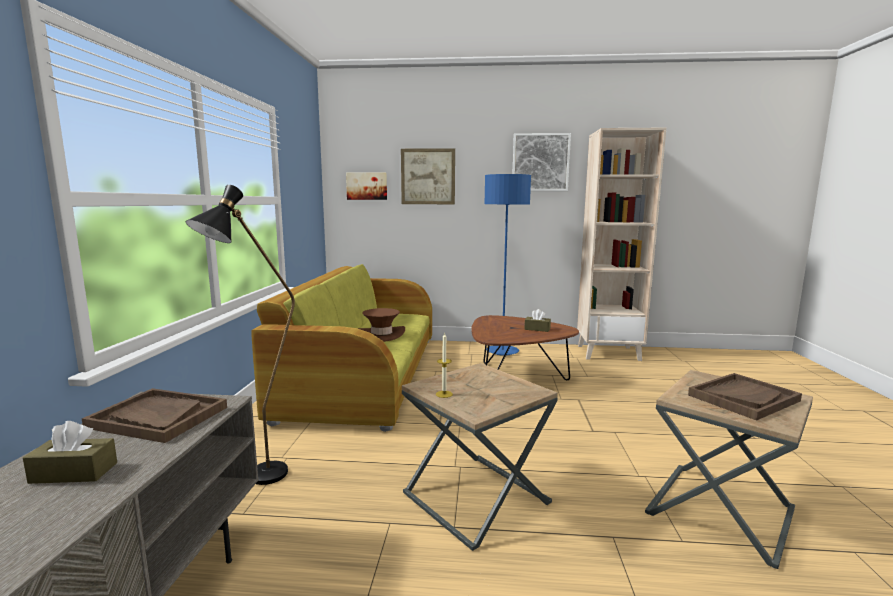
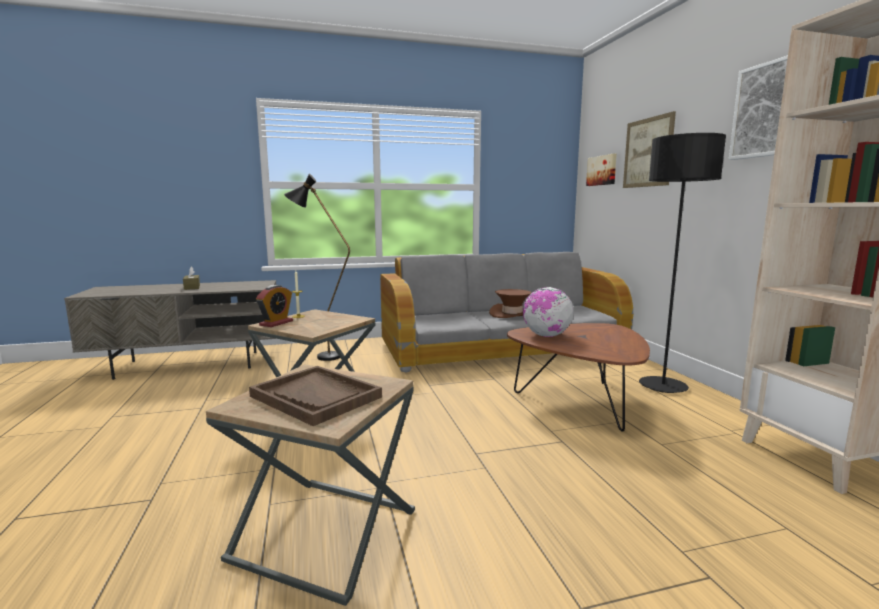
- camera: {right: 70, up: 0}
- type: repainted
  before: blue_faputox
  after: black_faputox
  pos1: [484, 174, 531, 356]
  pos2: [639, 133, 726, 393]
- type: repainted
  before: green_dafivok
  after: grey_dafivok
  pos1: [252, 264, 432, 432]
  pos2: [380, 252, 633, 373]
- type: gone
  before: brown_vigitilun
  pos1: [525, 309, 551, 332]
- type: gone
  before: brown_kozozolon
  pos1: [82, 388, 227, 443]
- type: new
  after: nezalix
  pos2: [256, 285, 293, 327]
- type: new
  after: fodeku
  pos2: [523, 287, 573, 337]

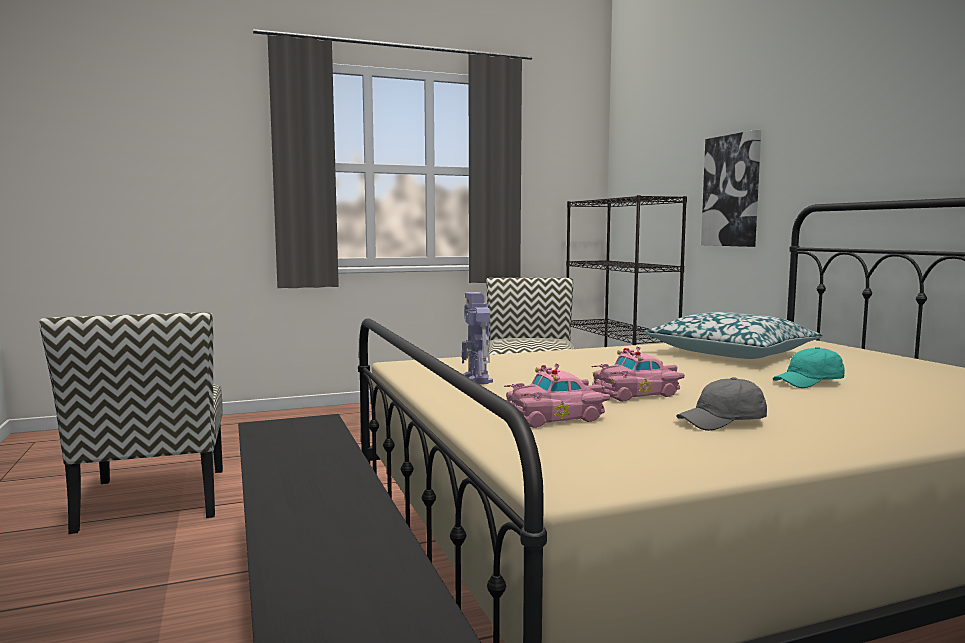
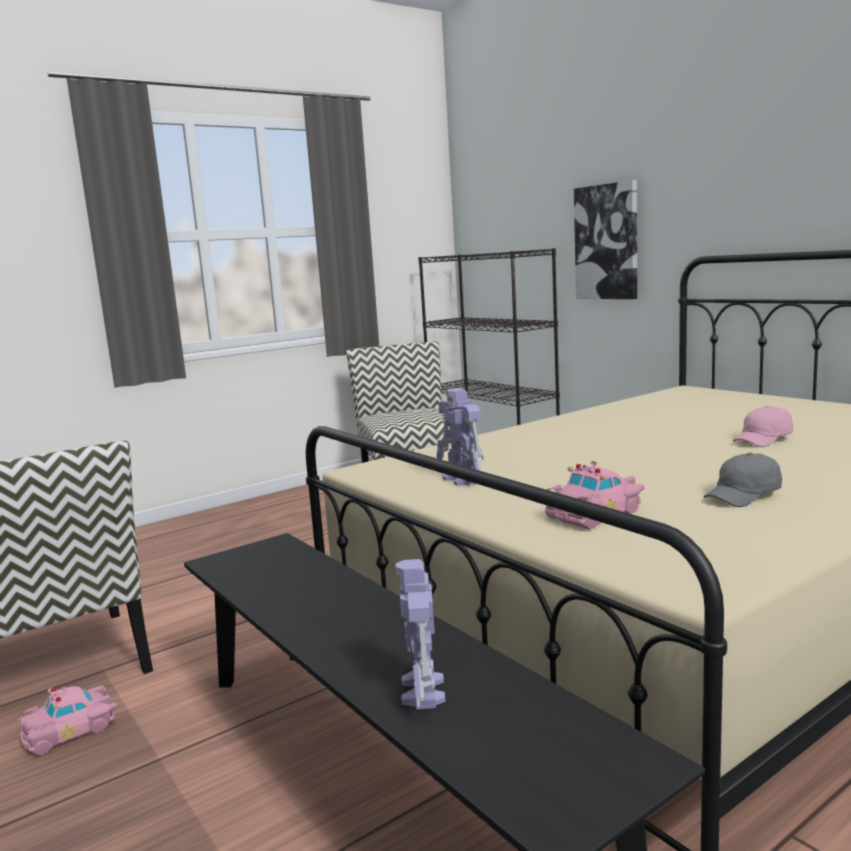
- camera: {right: -15, up: 5}
- type: gone
  before: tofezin
  pos1: [644, 312, 823, 359]
- type: shifted
  before: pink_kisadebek
  pos1: [592, 347, 685, 402]
  pos2: [17, 685, 117, 755]
- type: repainted
  before: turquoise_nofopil
  after: pink_nofopil
  pos1: [773, 347, 845, 388]
  pos2: [733, 406, 793, 447]
- type: new
  after: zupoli
  pos2: [396, 559, 445, 709]

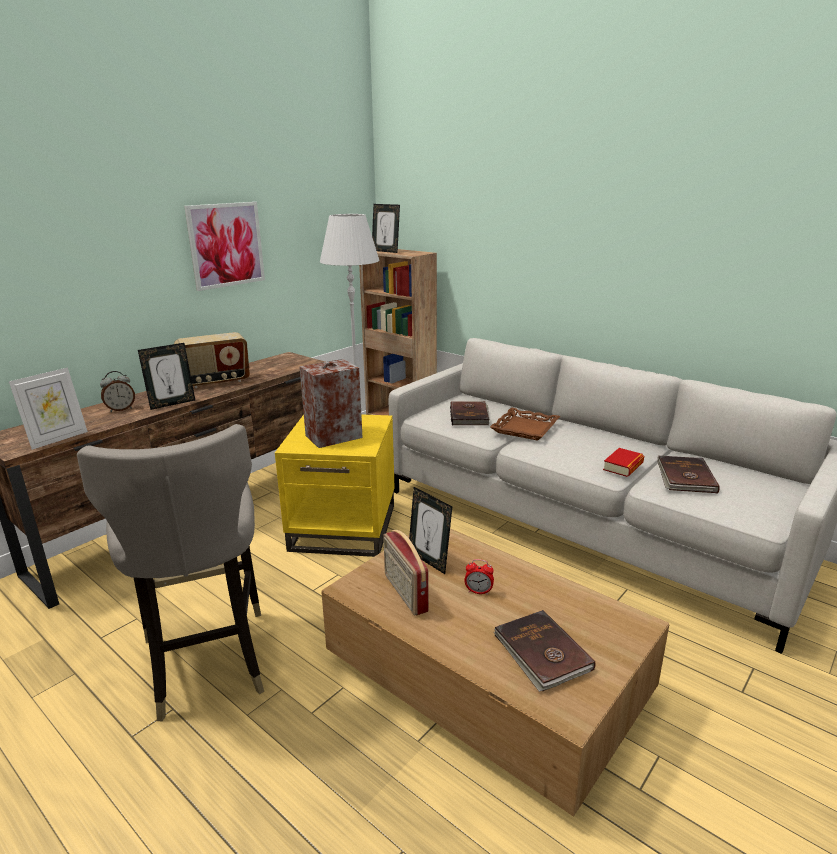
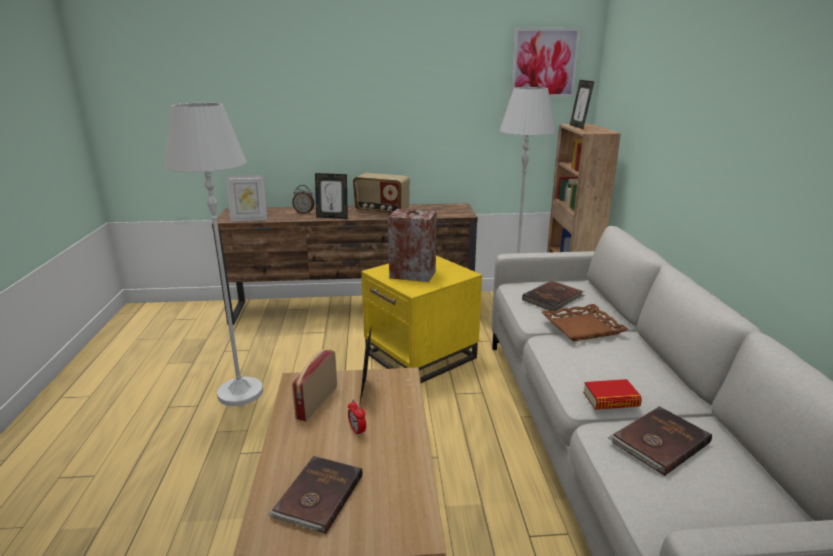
- camera: {right: 45, up: 0}
- type: shifted
  before: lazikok
  pos1: [184, 202, 265, 291]
  pos2: [510, 28, 581, 98]
- type: swapped
  before: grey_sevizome
  after: white_faputox
  pos1: [77, 424, 264, 721]
  pos2: [164, 102, 263, 406]

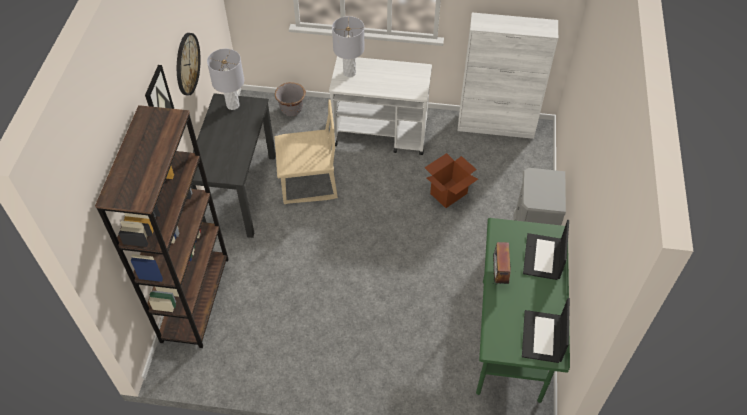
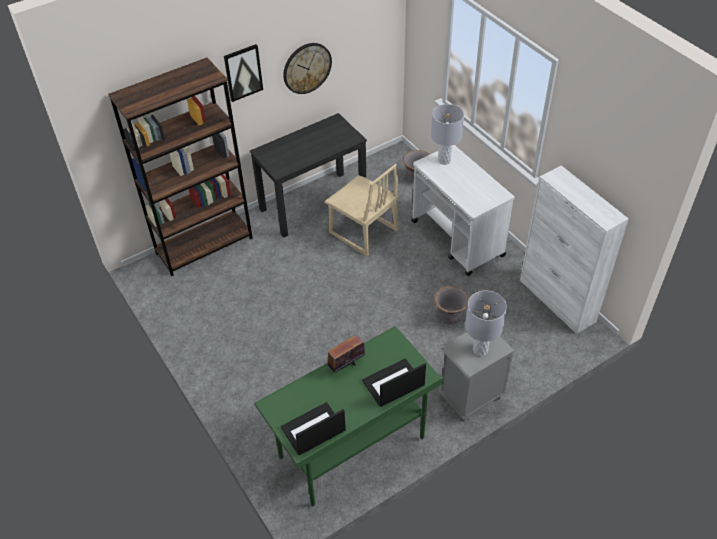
- camera: {right: 50, up: -5}
- type: shifted
  before: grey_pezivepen
  pos1: [207, 49, 244, 110]
  pos2: [465, 291, 507, 356]
- type: swapped
  before: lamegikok
  after: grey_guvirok
  pos1: [424, 153, 478, 208]
  pos2: [434, 286, 469, 325]

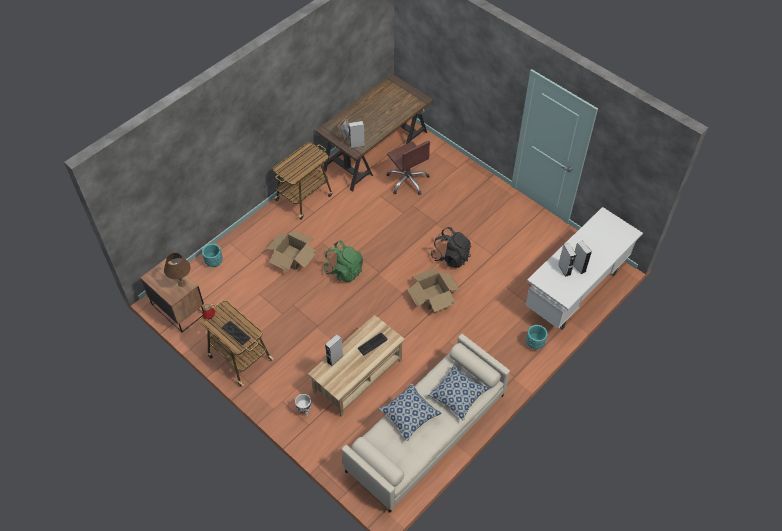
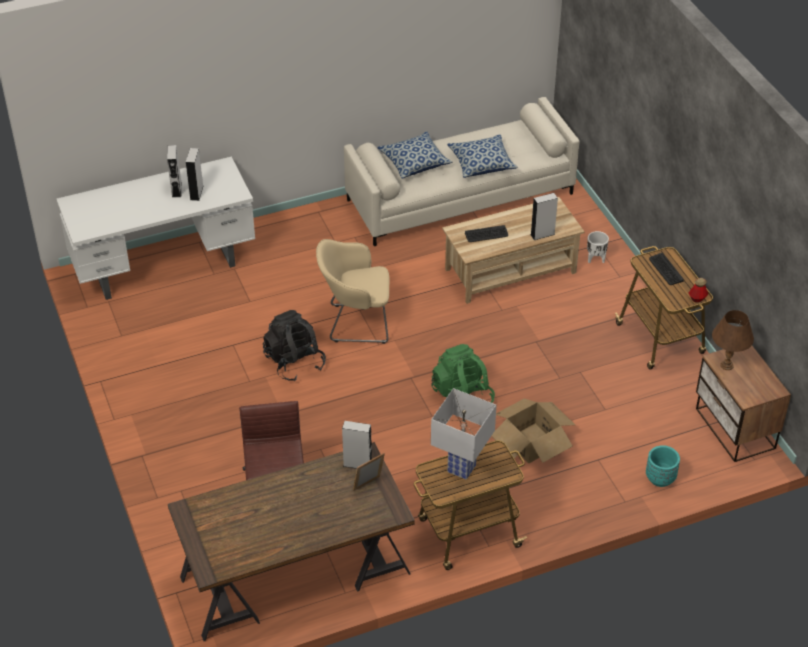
- camera: {right: -155, up: -10}
- type: swapped
  before: lamegikok
  after: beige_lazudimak
  pos1: [408, 269, 460, 312]
  pos2: [316, 239, 390, 344]
- type: gone
  before: turquoise_guvirok
  pos1: [526, 325, 548, 349]
- type: new
  after: white_pezivepen
  pos2: [431, 388, 497, 480]

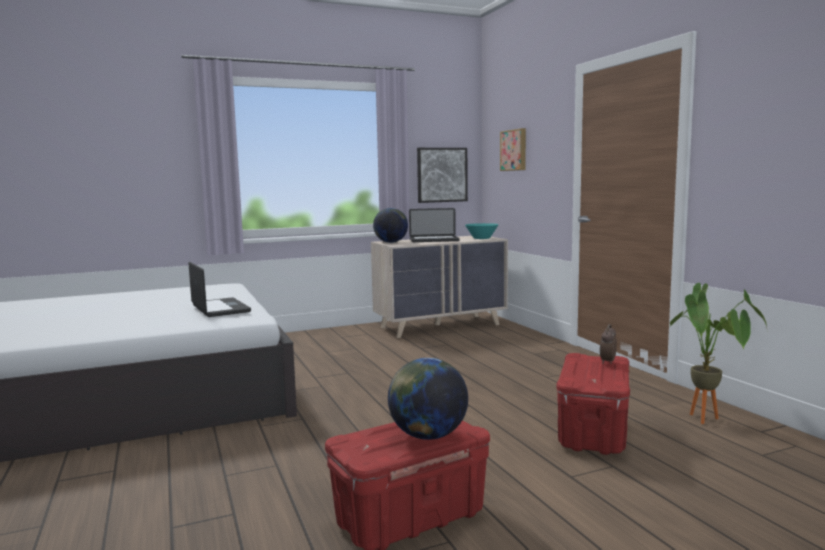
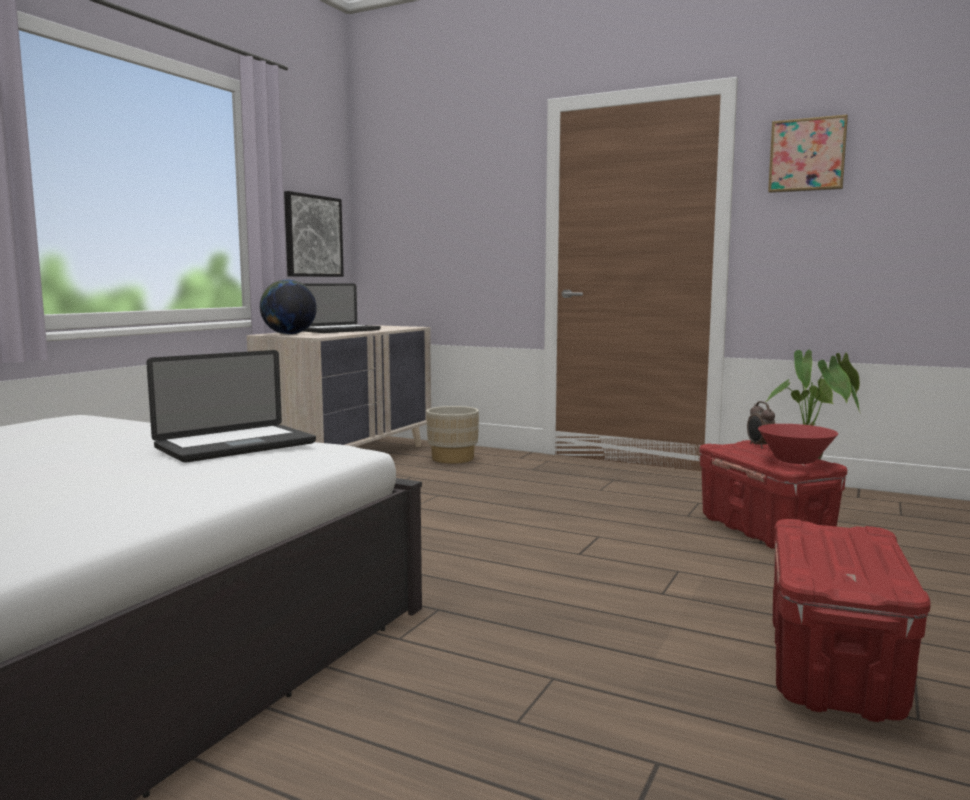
- camera: {right: -40, up: 0}
- type: shifted
  before: lazikok
  pos1: [500, 128, 526, 171]
  pos2: [768, 114, 848, 193]
- type: gone
  before: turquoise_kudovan
  pos1: [465, 223, 499, 239]
- type: rotated
  before: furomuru
  pos1: [189, 262, 251, 317]
  pos2: [146, 350, 316, 462]
  turn: 120
- type: gone
  before: fodeku
  pos1: [388, 358, 468, 440]
- type: new
  after: beige_guvirok
  pos2: [426, 406, 479, 464]
- type: new
  after: red_kudovan
  pos2: [758, 424, 838, 464]

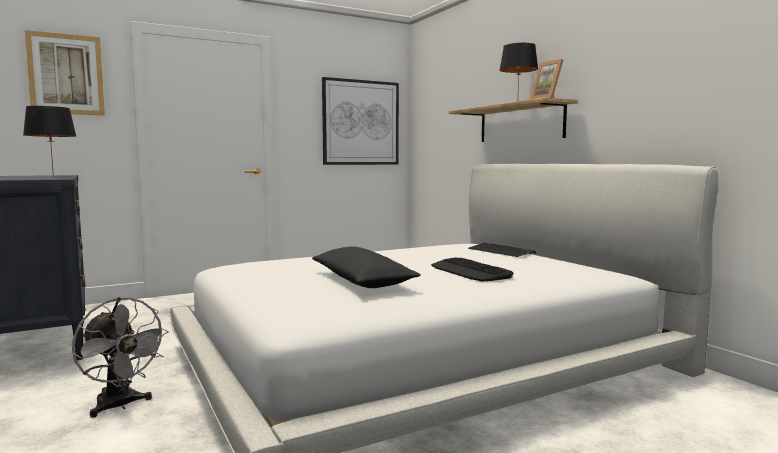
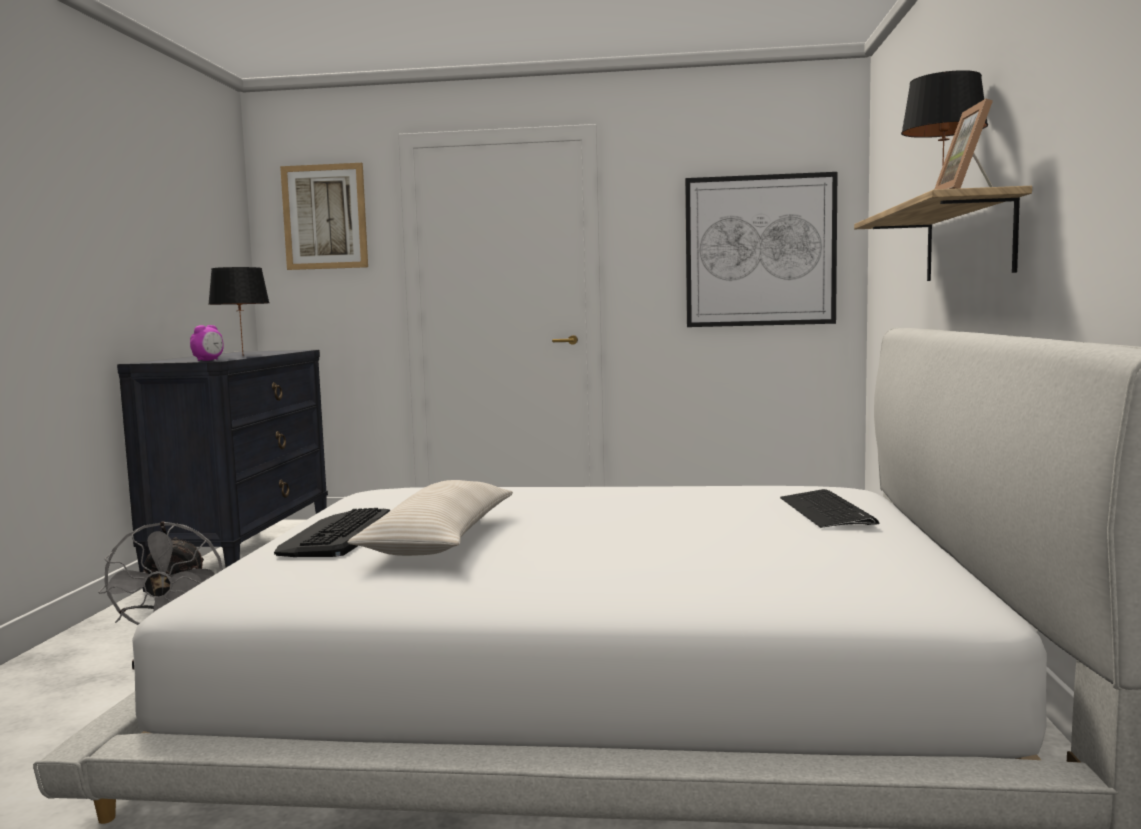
- camera: {right: 35, up: 0}
- type: repainted
  before: black_tofezin
  after: beige_tofezin
  pos1: [312, 246, 421, 288]
  pos2: [347, 480, 513, 556]
- type: shifted
  before: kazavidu
  pos1: [431, 257, 513, 281]
  pos2: [274, 508, 390, 557]
- type: new
  after: nezalix
  pos2: [190, 325, 224, 361]

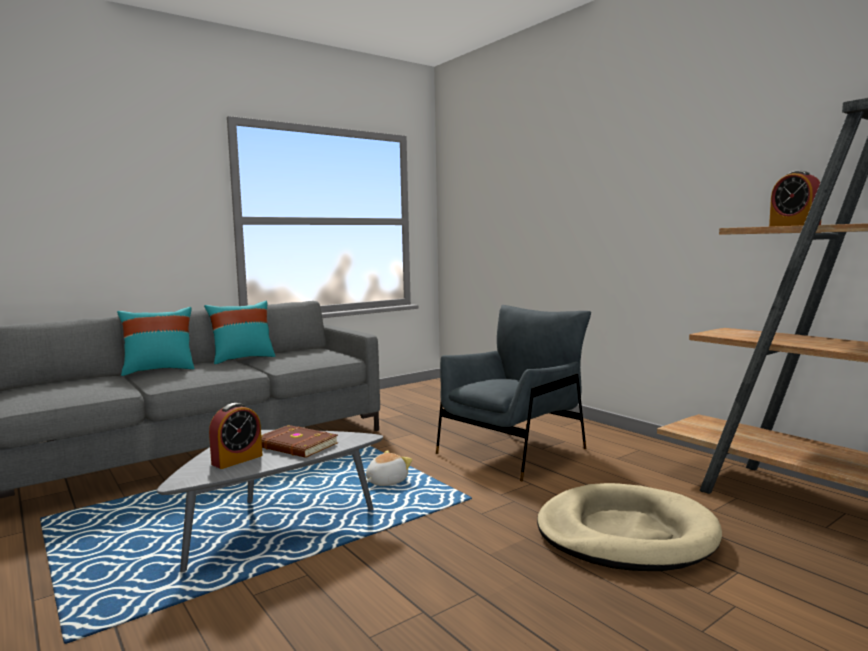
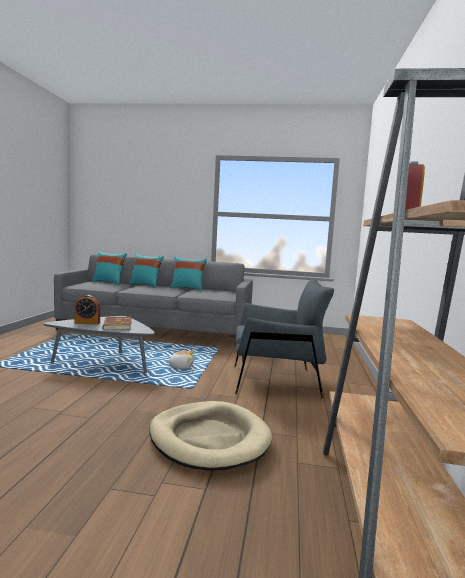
- camera: {right: 45, up: 0}
- type: new
  after: turquoise_tofezin
  pos2: [92, 251, 127, 284]

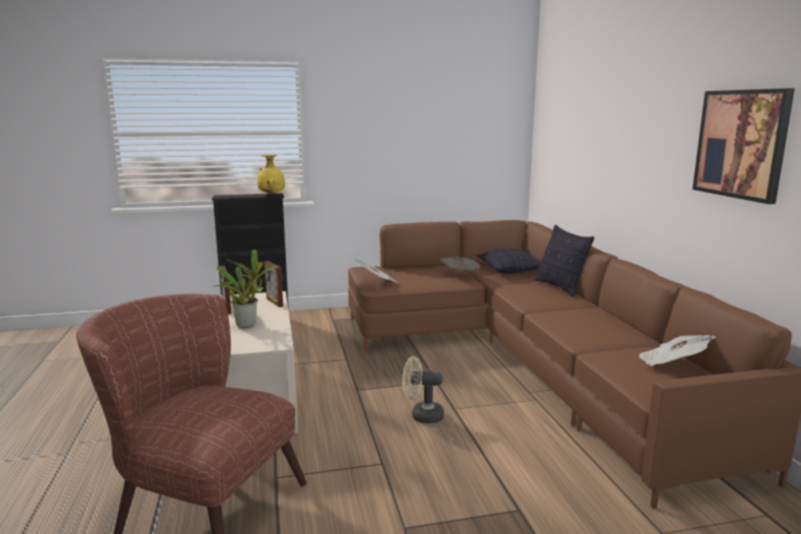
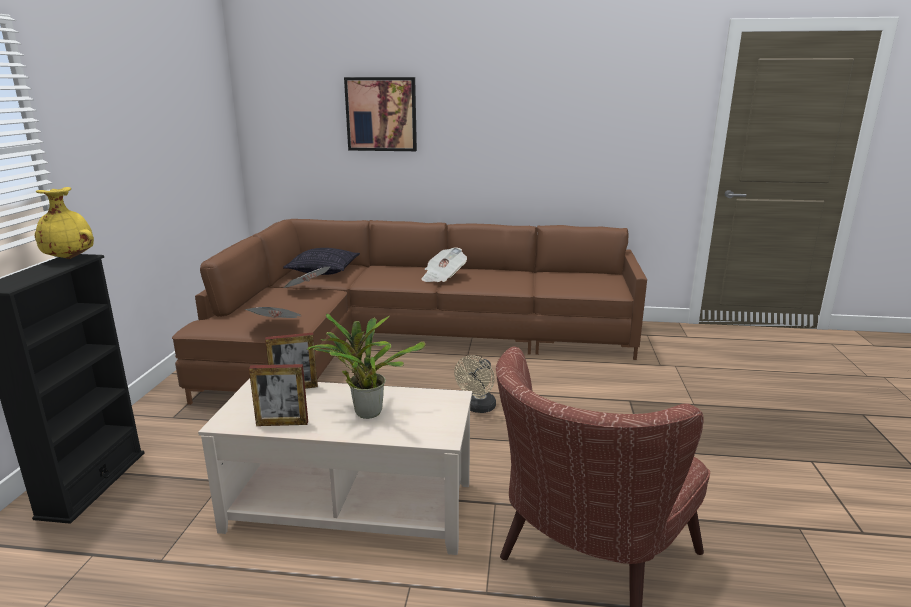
- camera: {right: -70, up: 5}
- type: shifted
  before: lazikok
  pos1: [692, 88, 795, 204]
  pos2: [344, 77, 417, 151]
- type: gone
  before: tofezin
  pos1: [535, 225, 595, 297]
- type: shifted
  before: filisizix
  pos1: [639, 335, 716, 367]
  pos2: [421, 247, 467, 282]

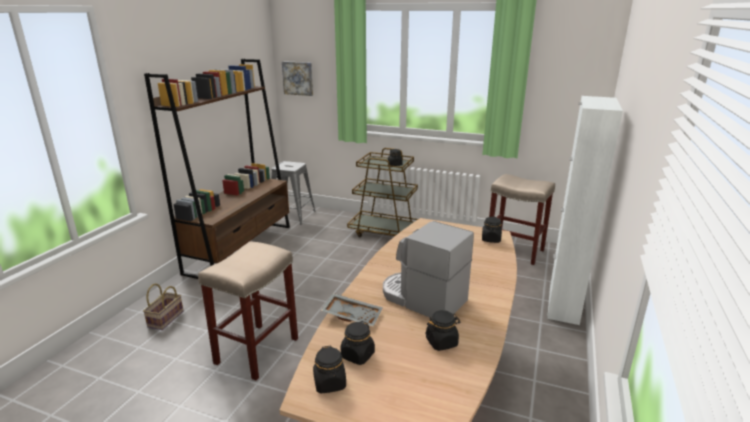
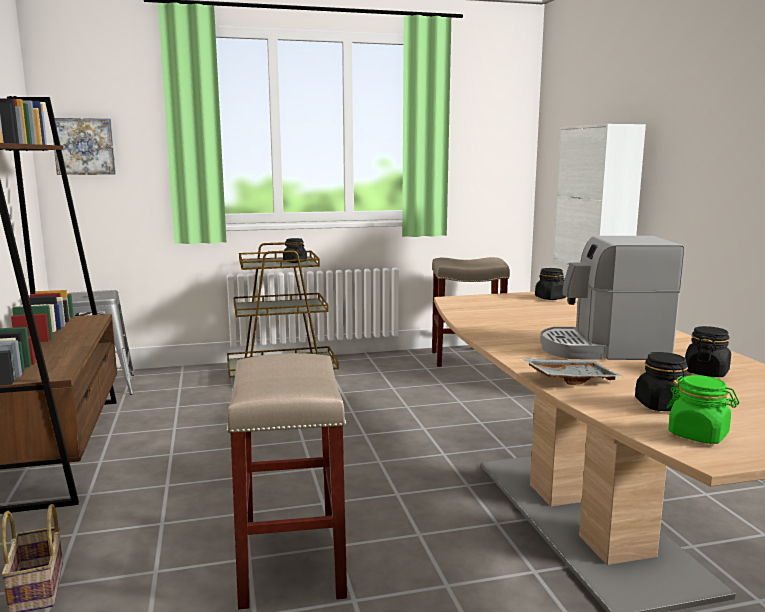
- camera: {right: -35, up: -10}
- type: repainted
  before: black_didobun
  after: green_didobun
  pos1: [313, 346, 346, 393]
  pos2: [667, 375, 739, 444]

